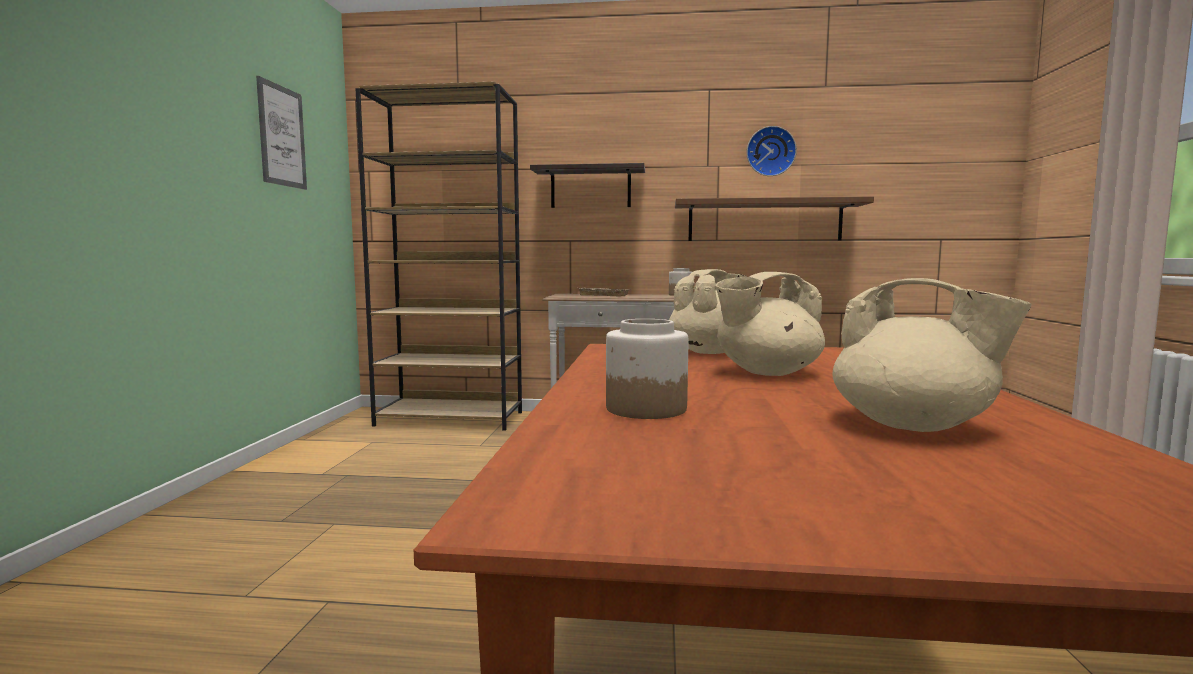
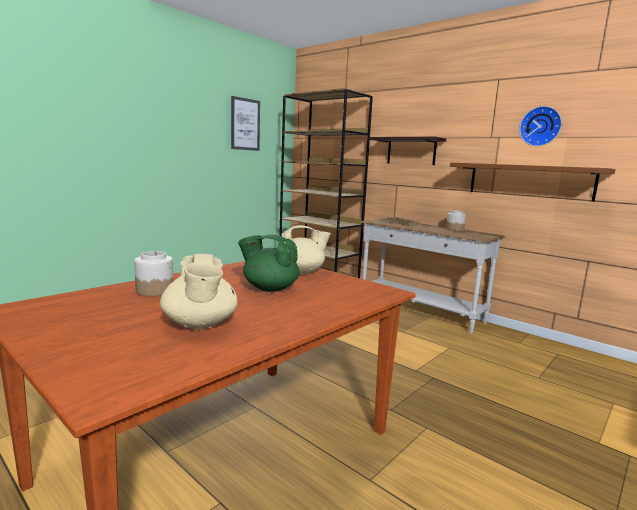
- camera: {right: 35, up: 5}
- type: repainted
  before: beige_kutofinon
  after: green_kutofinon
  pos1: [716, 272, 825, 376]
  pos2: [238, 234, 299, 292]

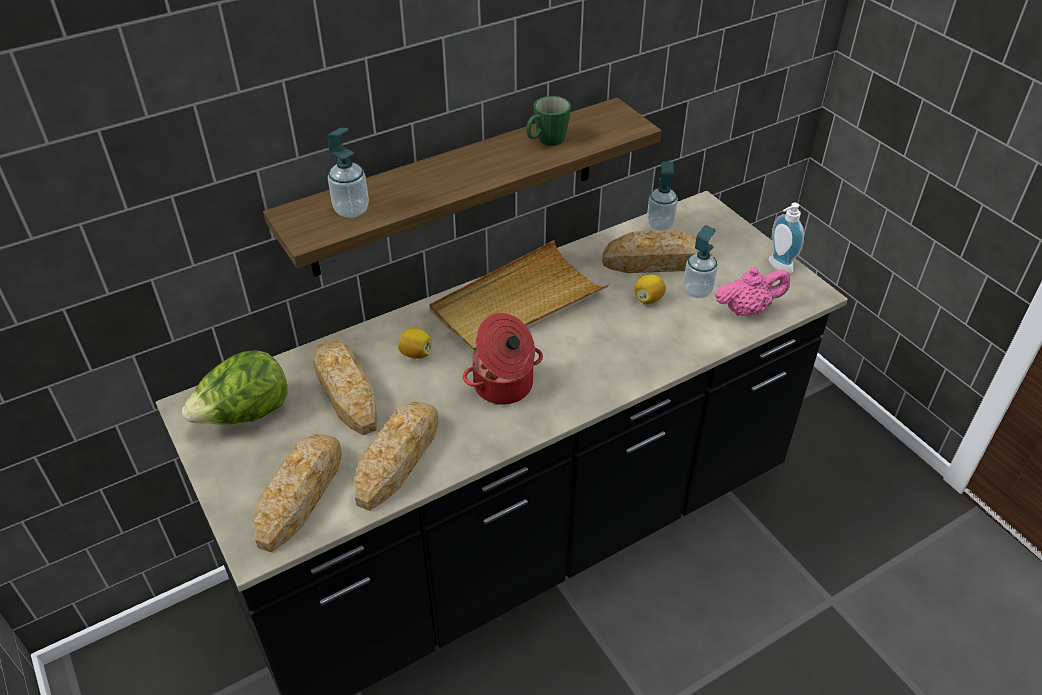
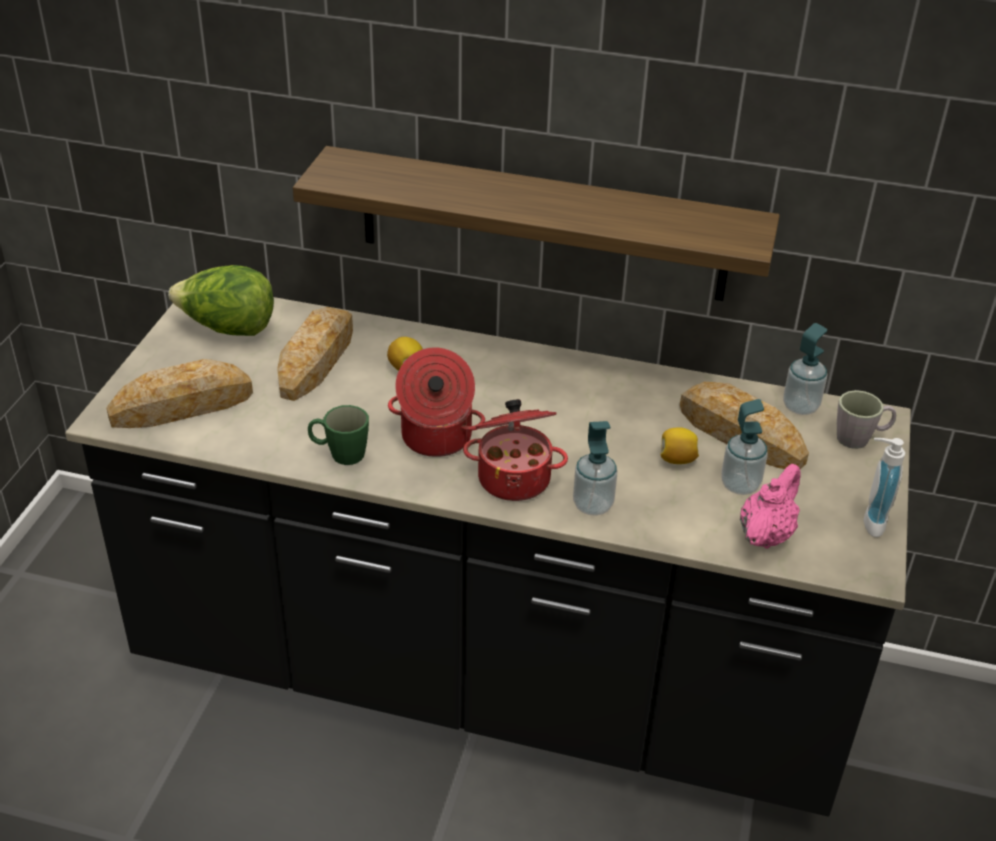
- camera: {right: 45, up: -5}
- type: shifted
  before: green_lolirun
  pos1: [526, 96, 571, 146]
  pos2: [308, 405, 369, 465]
- type: shifted
  before: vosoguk
  pos1: [327, 128, 369, 218]
  pos2: [573, 421, 617, 516]
- type: gone
  before: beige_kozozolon
  pos1: [429, 240, 609, 355]
- type: rotated
  before: pink_kutofinon
  pos1: [715, 267, 790, 316]
  pos2: [740, 464, 801, 549]
  turn: -90
- type: gone
  before: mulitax
  pos1: [354, 402, 439, 511]
- type: new
  after: grey_lolirun
  pos2: [837, 390, 896, 449]
- type: new
  after: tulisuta
  pos2: [463, 399, 568, 501]

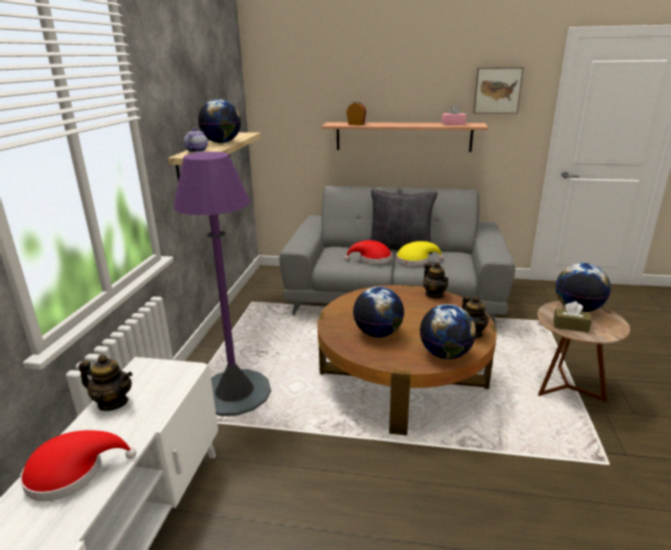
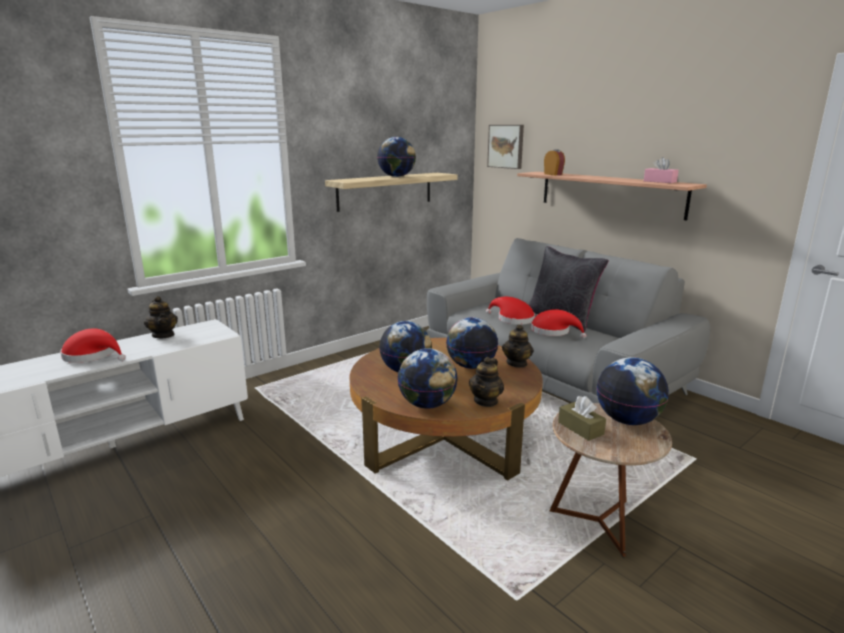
- camera: {right: 40, up: -5}
- type: shifted
  before: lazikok
  pos1: [473, 67, 524, 114]
  pos2: [487, 125, 524, 169]
- type: gone
  before: kutofinon
  pos1: [184, 128, 208, 152]
- type: gone
  before: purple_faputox
  pos1: [173, 152, 271, 416]
- type: repainted
  before: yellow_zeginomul
  after: red_zeginomul
  pos1: [396, 241, 444, 266]
  pos2: [531, 309, 586, 339]
- type: new
  after: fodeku
  pos2: [446, 317, 498, 369]

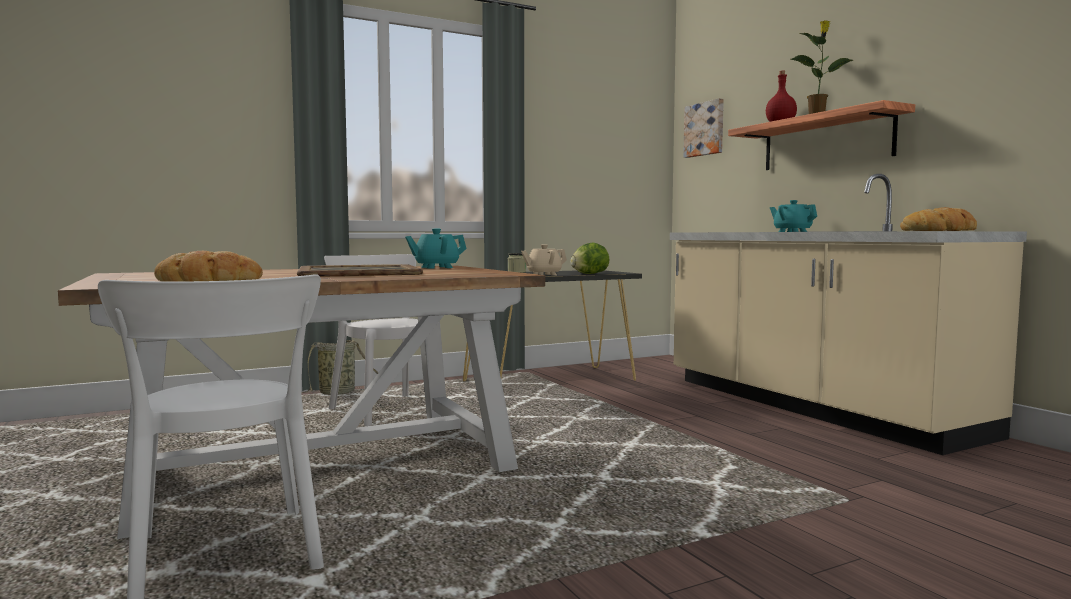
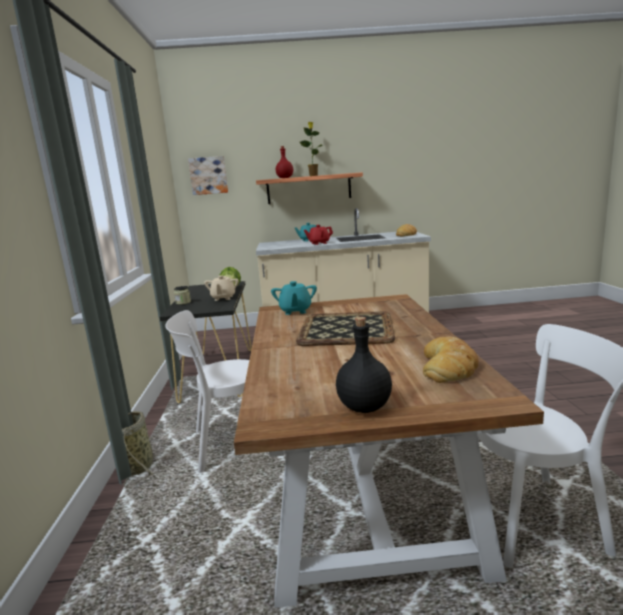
- camera: {right: -65, up: 10}
- type: new
  after: red_kutofinon
  pos2: [304, 225, 333, 245]
- type: new
  after: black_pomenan
  pos2: [336, 317, 392, 413]

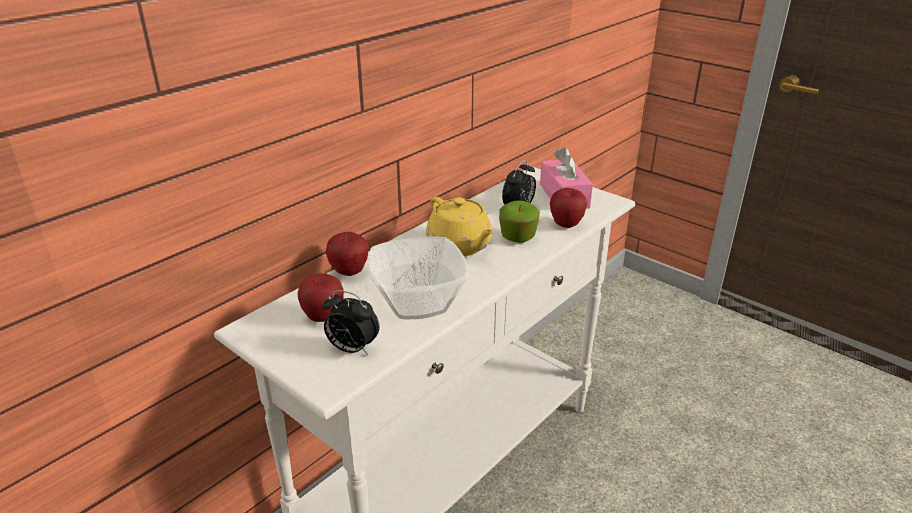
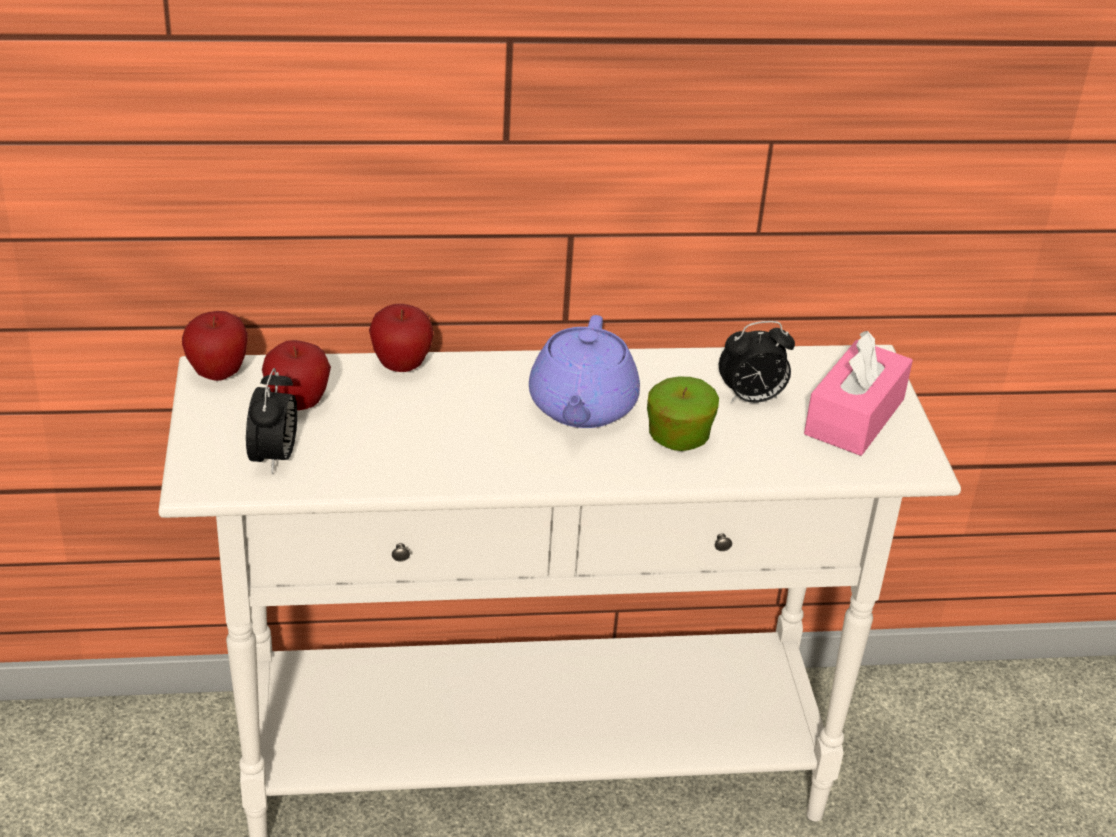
- camera: {right: 40, up: 5}
- type: shifted
  before: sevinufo
  pos1: [550, 188, 587, 228]
  pos2: [182, 311, 248, 381]
- type: repainted
  before: yellow_kutofinon
  after: purple_kutofinon
  pos1: [426, 197, 494, 256]
  pos2: [529, 315, 640, 428]
- type: gone
  before: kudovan
  pos1: [367, 236, 468, 319]
- type: rotated
  before: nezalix
  pos1: [322, 290, 379, 355]
  pos2: [246, 368, 297, 474]
  turn: -150

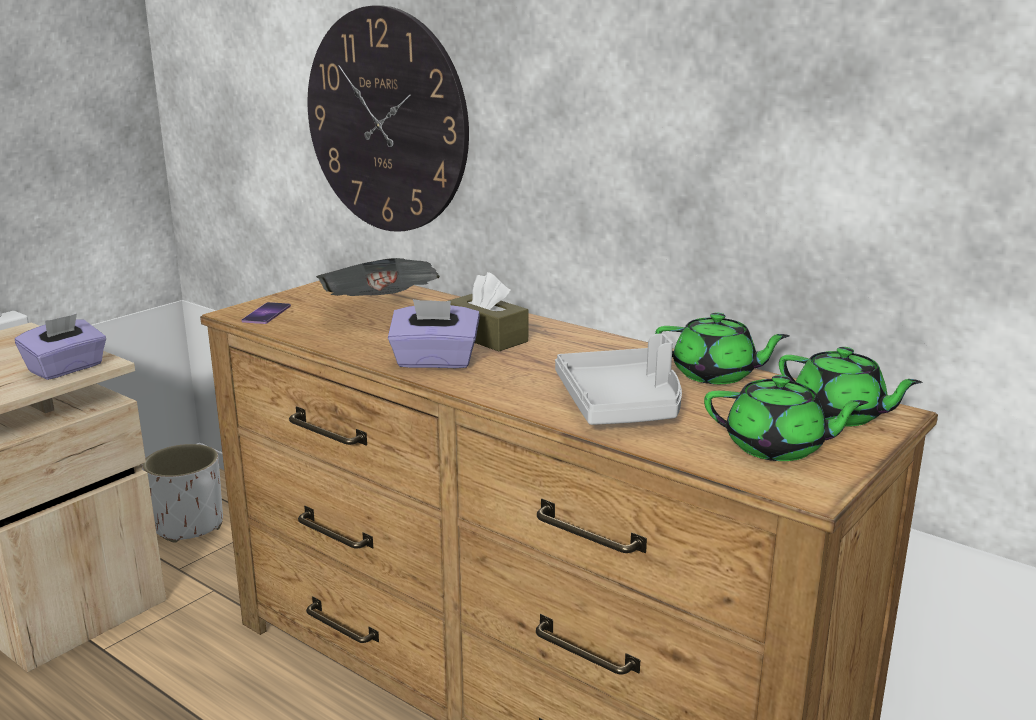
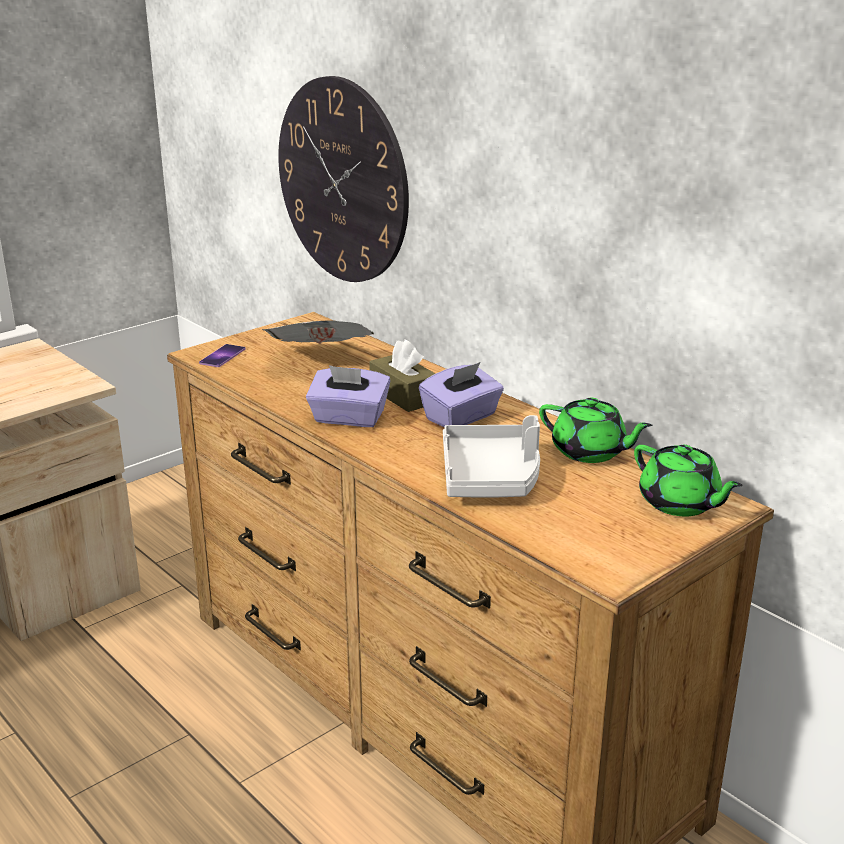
- camera: {right: 10, up: 5}
- type: shifted
  before: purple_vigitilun
  pos1: [15, 314, 106, 380]
  pos2: [419, 362, 504, 427]
- type: gone
  before: green_kutofinon
  pos1: [704, 375, 868, 461]
- type: gone
  before: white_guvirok
  pos1: [142, 444, 223, 543]

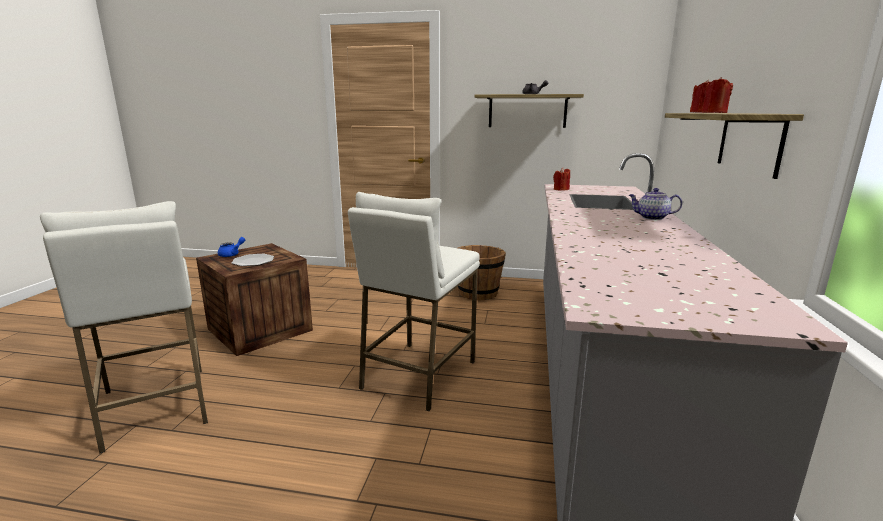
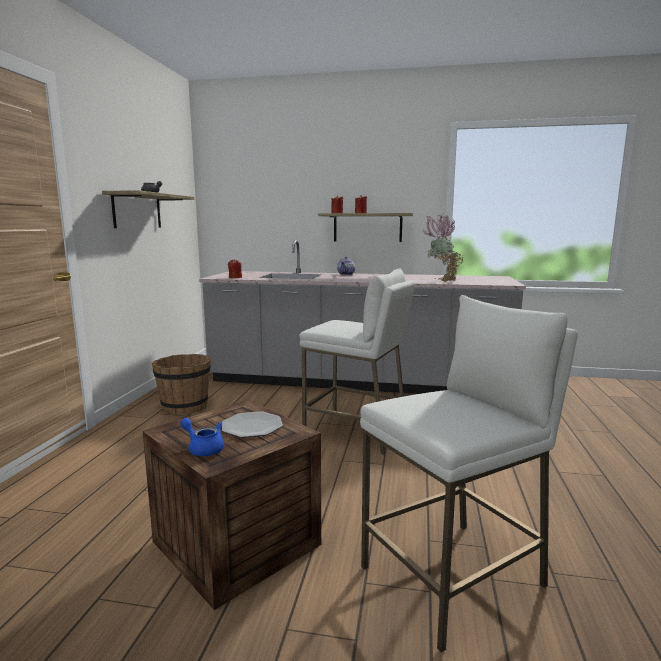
- camera: {right: -90, up: -5}
- type: new
  after: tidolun
  pos2: [423, 213, 463, 282]

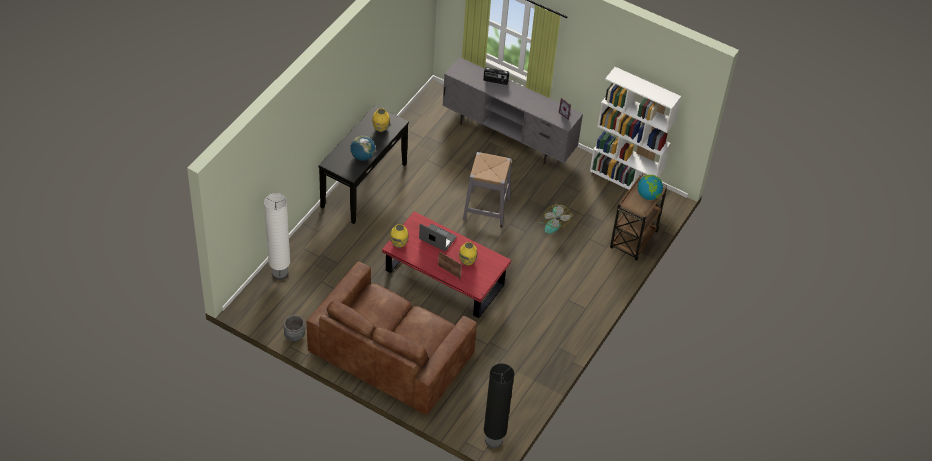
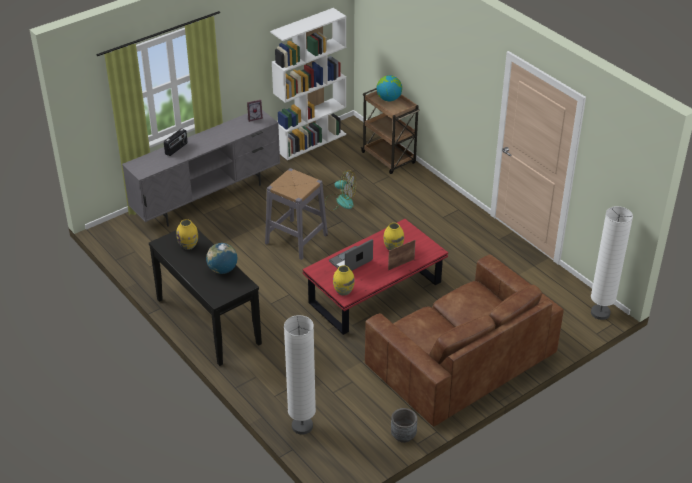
- camera: {right: -65, up: -10}
- type: repainted
  before: black_faputox
  after: white_faputox
  pos1: [484, 363, 514, 448]
  pos2: [591, 206, 633, 320]

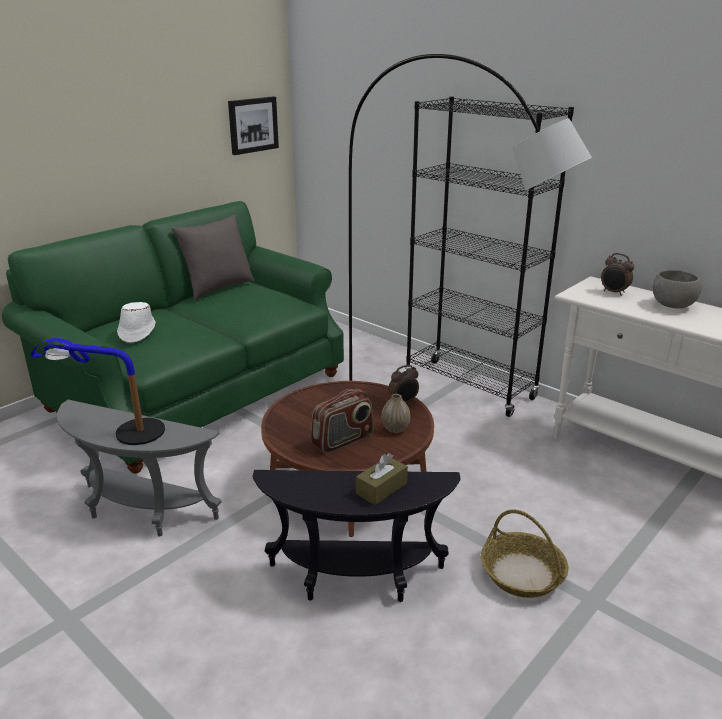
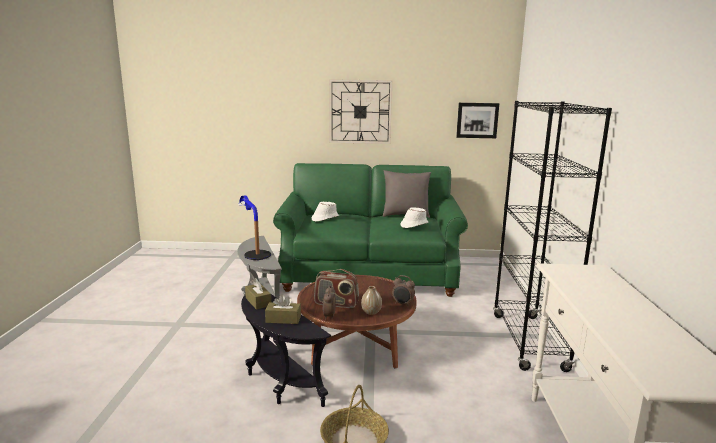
- camera: {right: 50, up: -10}
- type: gone
  before: grey_faputox
  pos1: [349, 54, 592, 381]
- type: shifted
  before: nezalix
  pos1: [601, 253, 634, 296]
  pos2: [323, 285, 336, 320]
- type: gone
  before: grey_kudovan
  pos1: [652, 270, 702, 308]
- type: new
  after: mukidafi
  pos2: [329, 79, 392, 144]
- type: new
  after: white_zeginomul
  pos2: [400, 207, 428, 228]
- type: new
  after: brown_vigitilun
  pos2: [245, 278, 271, 310]

